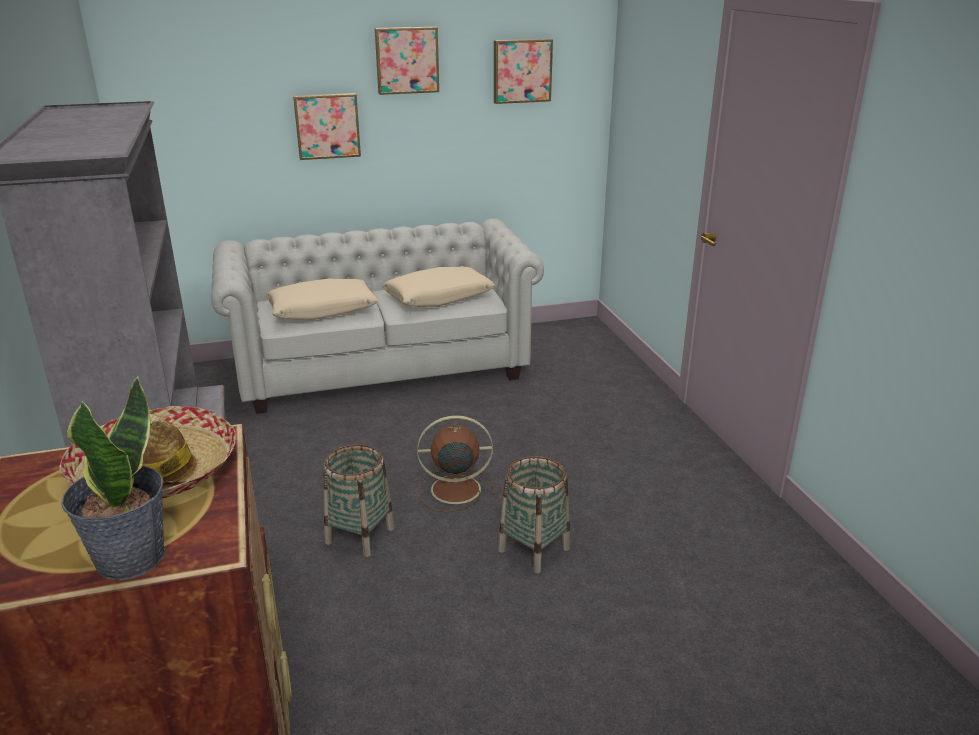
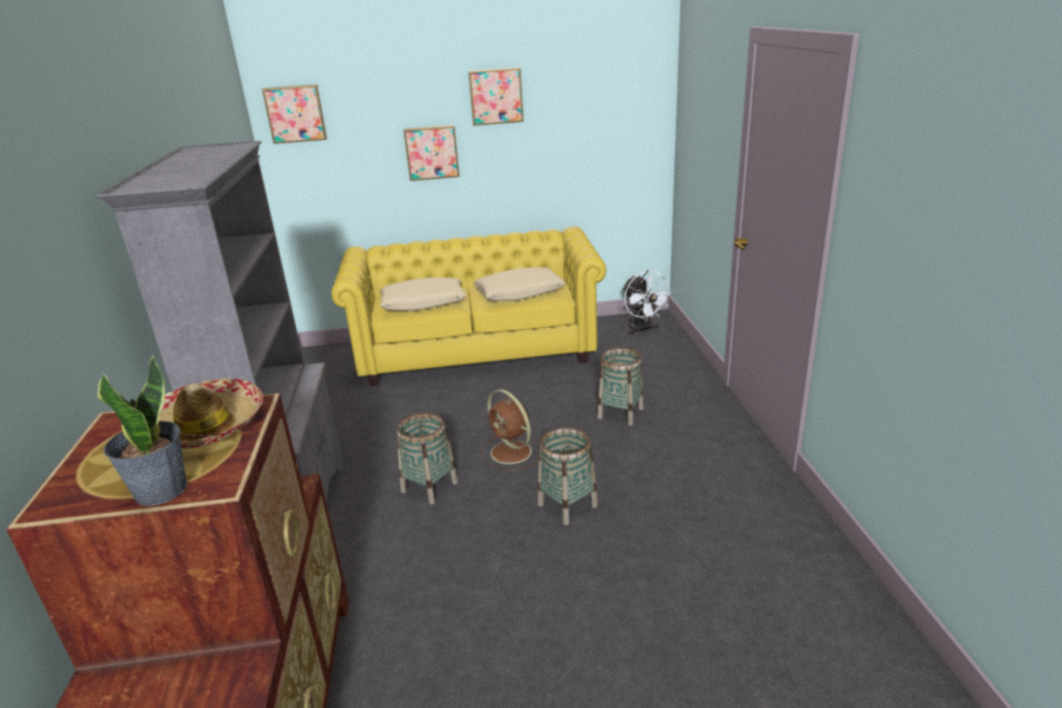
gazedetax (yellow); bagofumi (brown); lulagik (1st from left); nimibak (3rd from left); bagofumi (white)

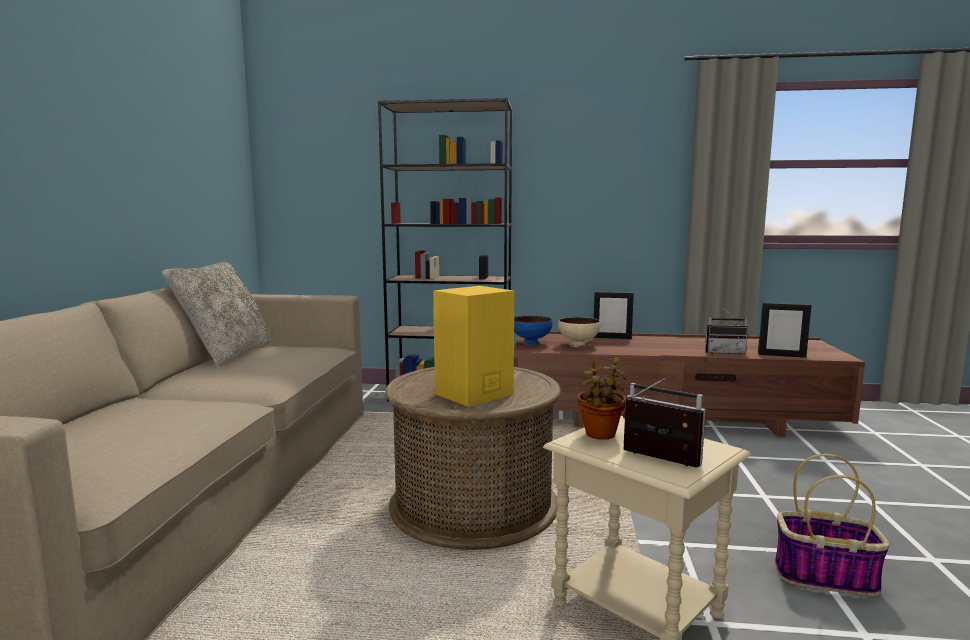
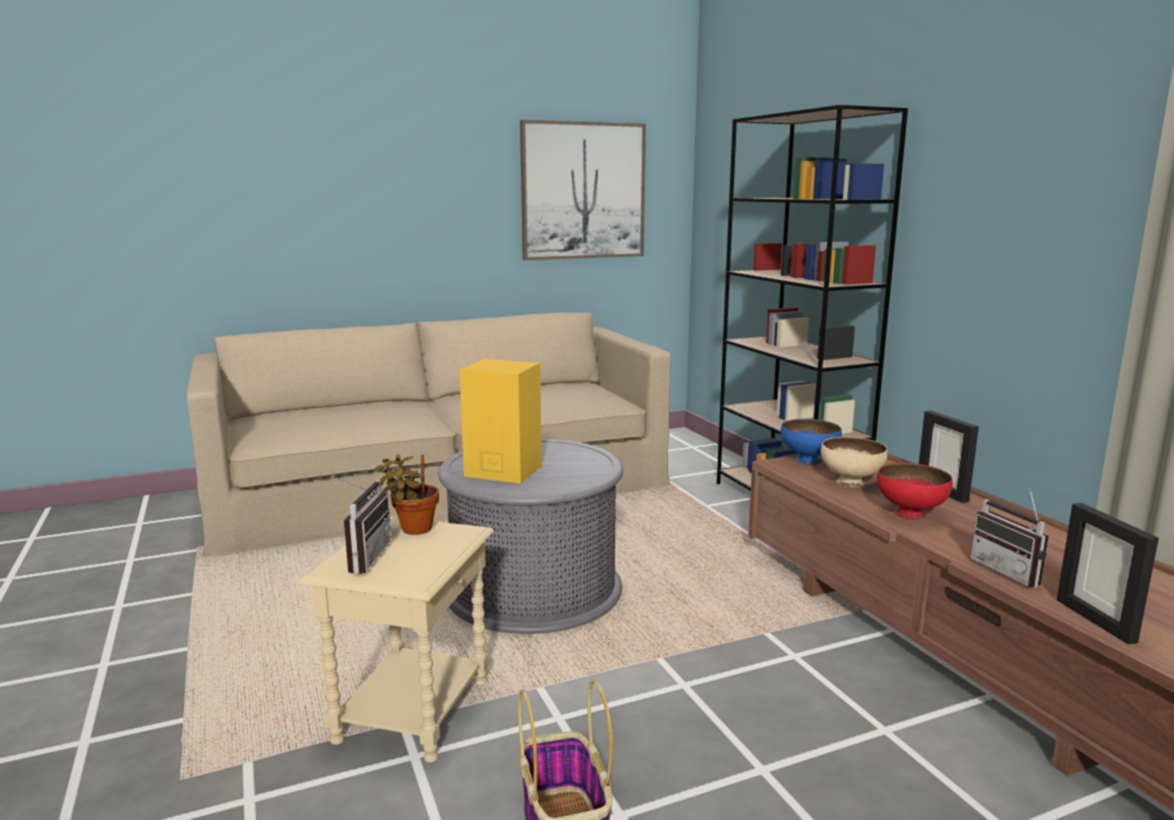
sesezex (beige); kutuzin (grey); lulagik; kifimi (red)

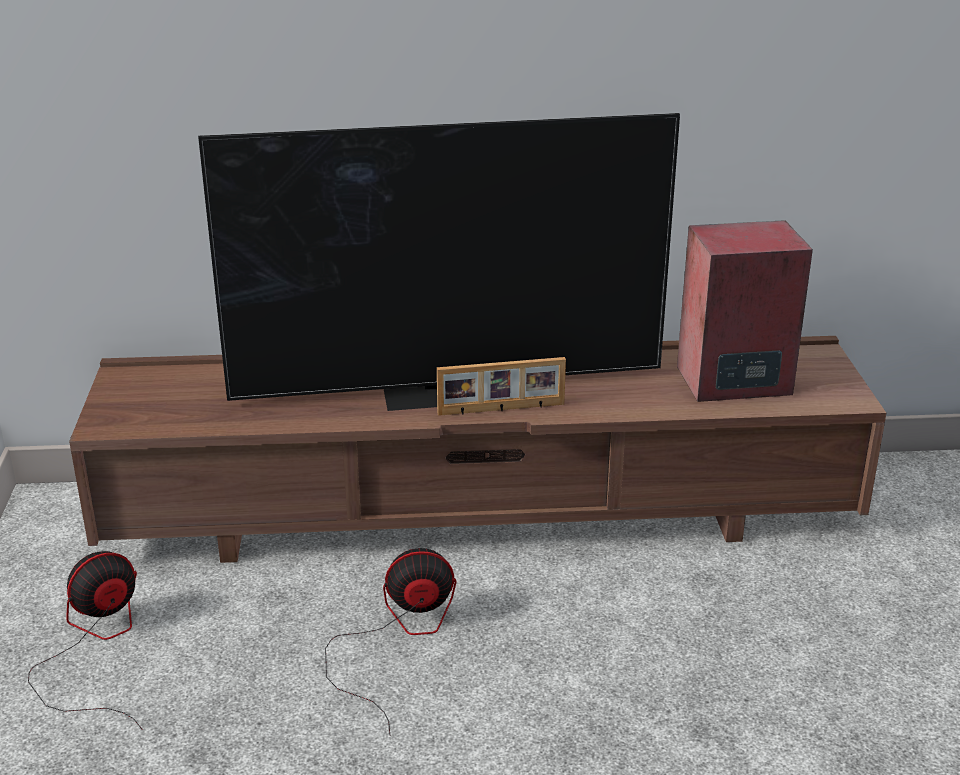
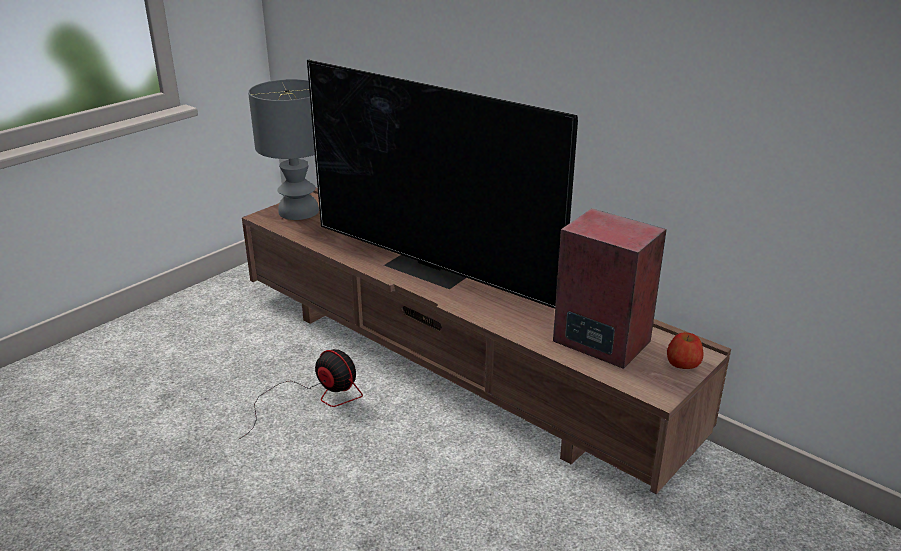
bagofumi (1st from left in the first image); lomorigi; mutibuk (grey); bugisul

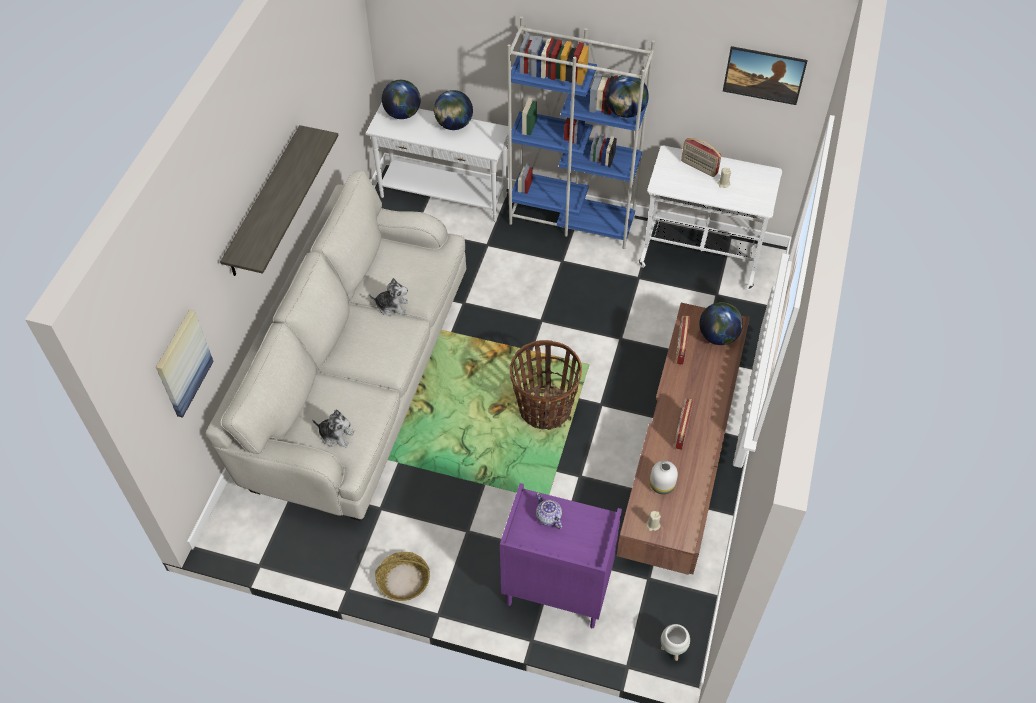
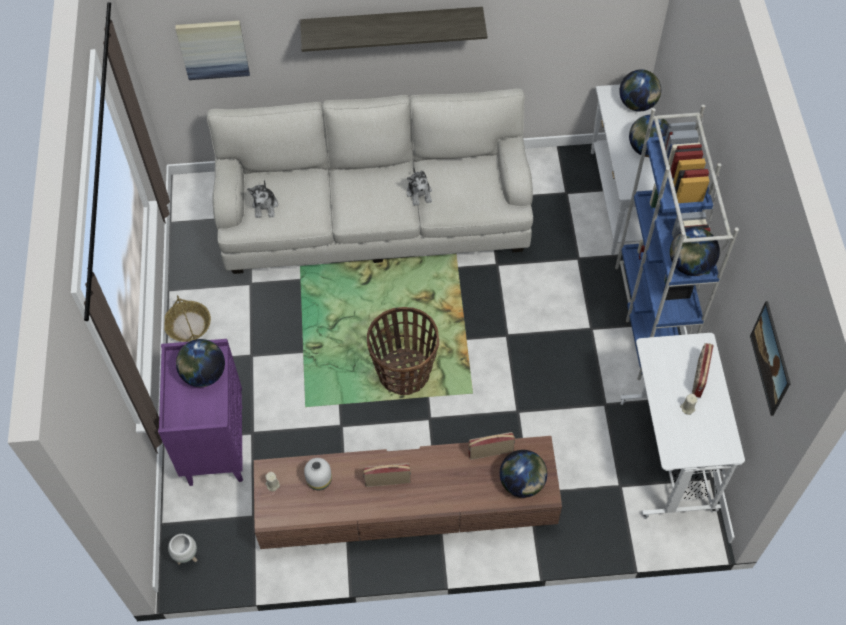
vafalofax (1st from left)

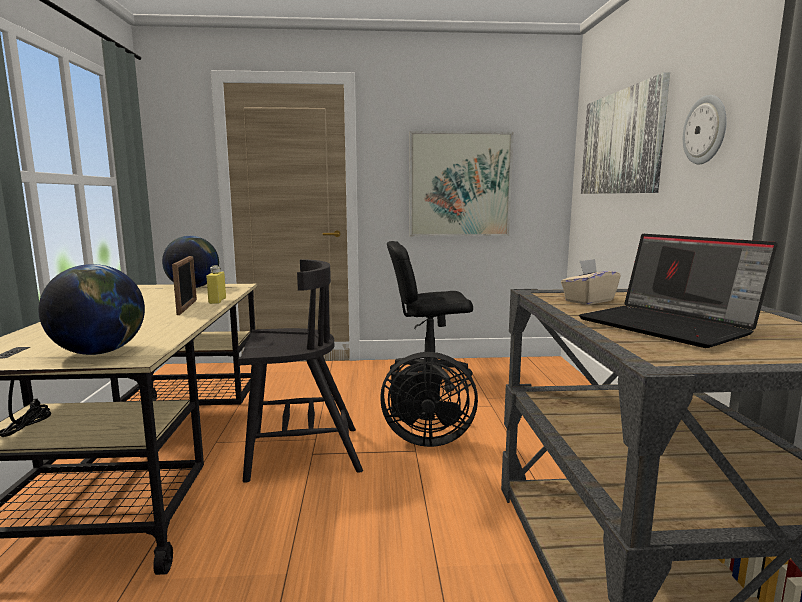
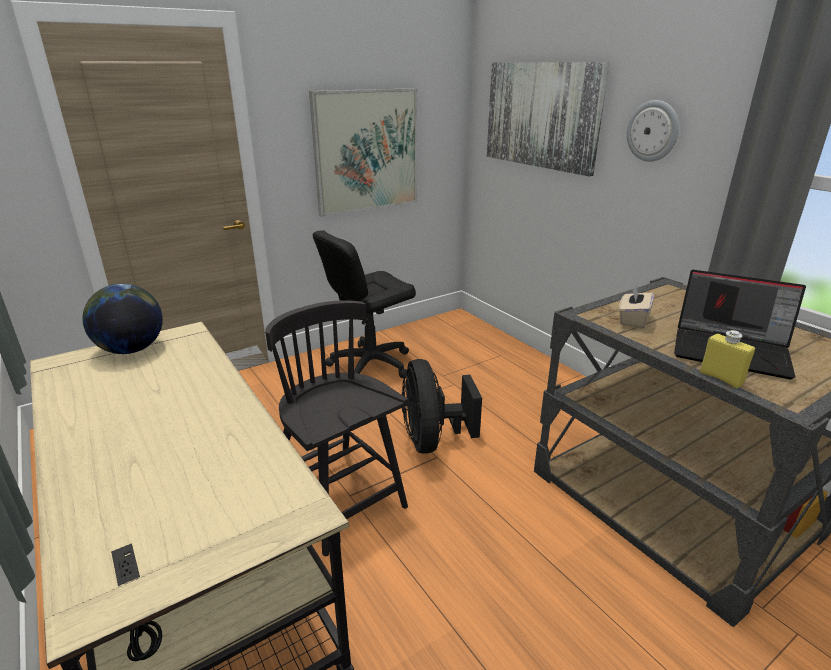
vafalofax (1st from left in the first image); lomorigi; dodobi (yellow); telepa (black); bagofumi (black)

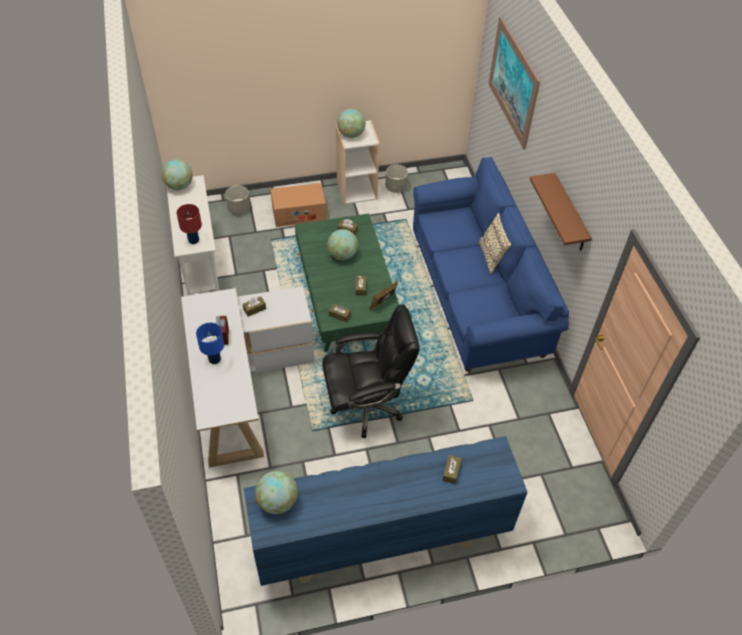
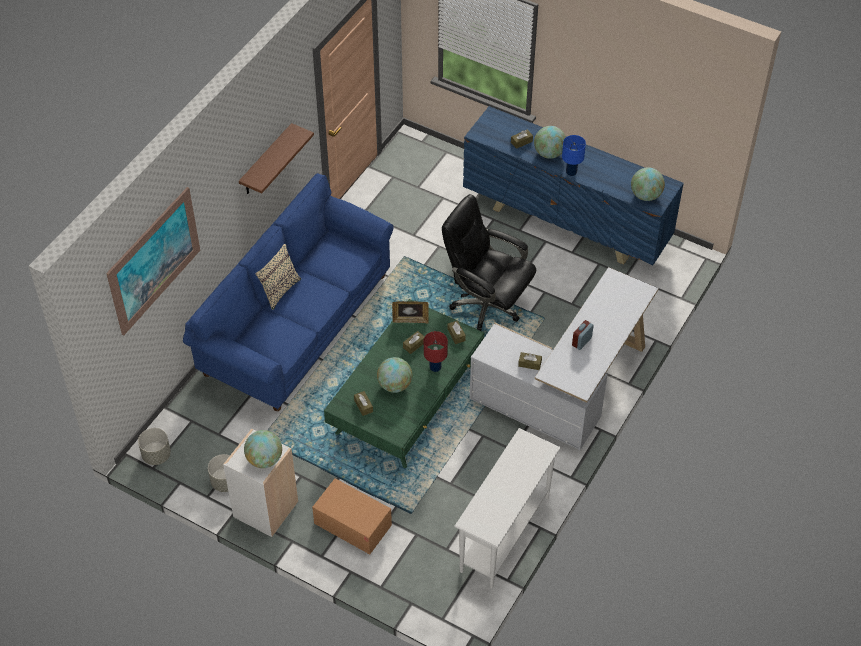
vafalofax (3rd from left); mutibuk (red); mutibuk (blue); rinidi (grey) (1st from left)

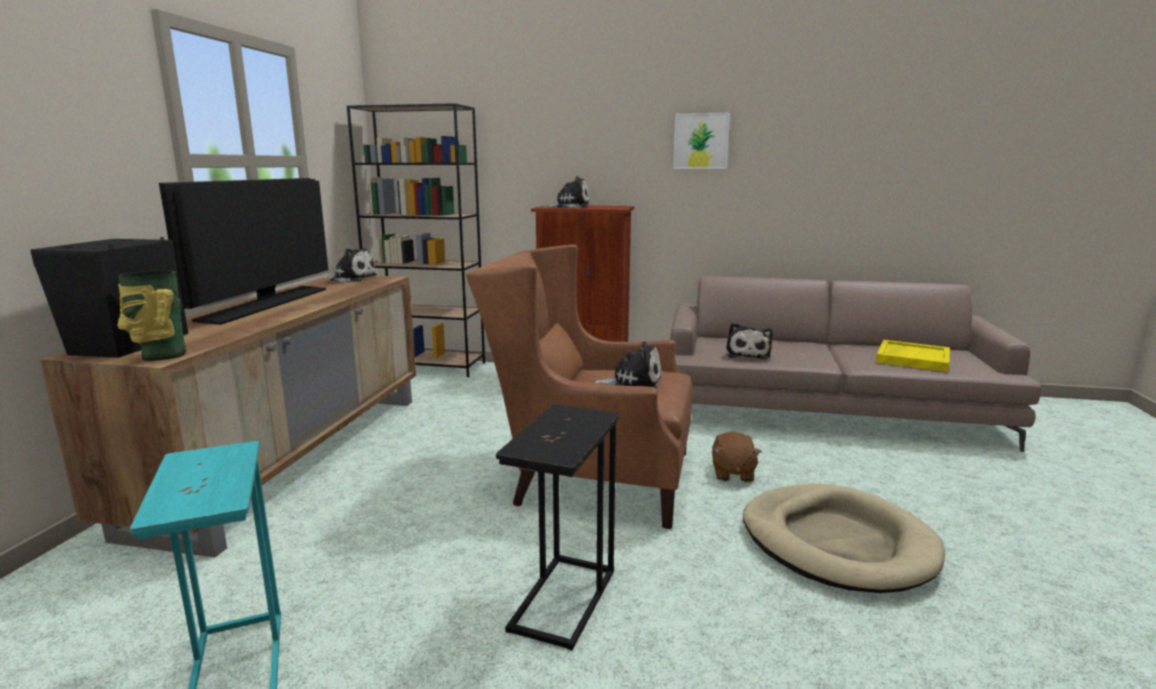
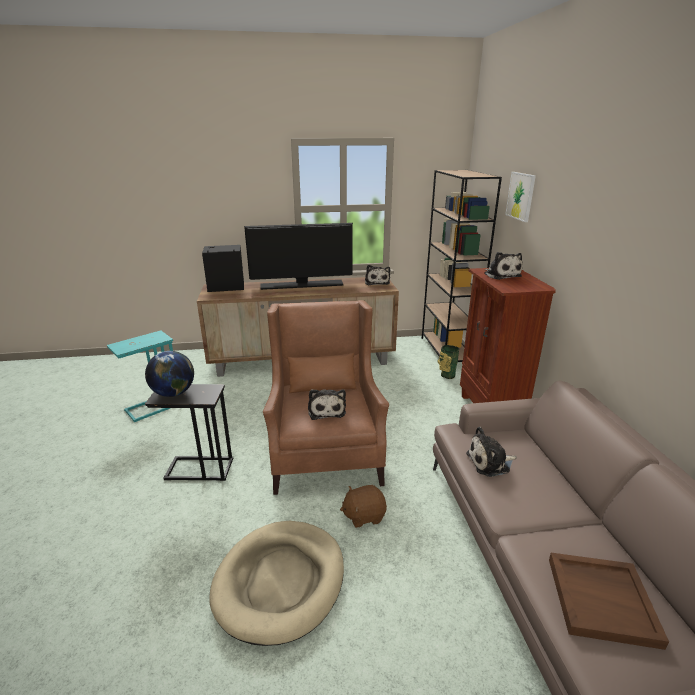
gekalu; lulagik; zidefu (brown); vafalofax

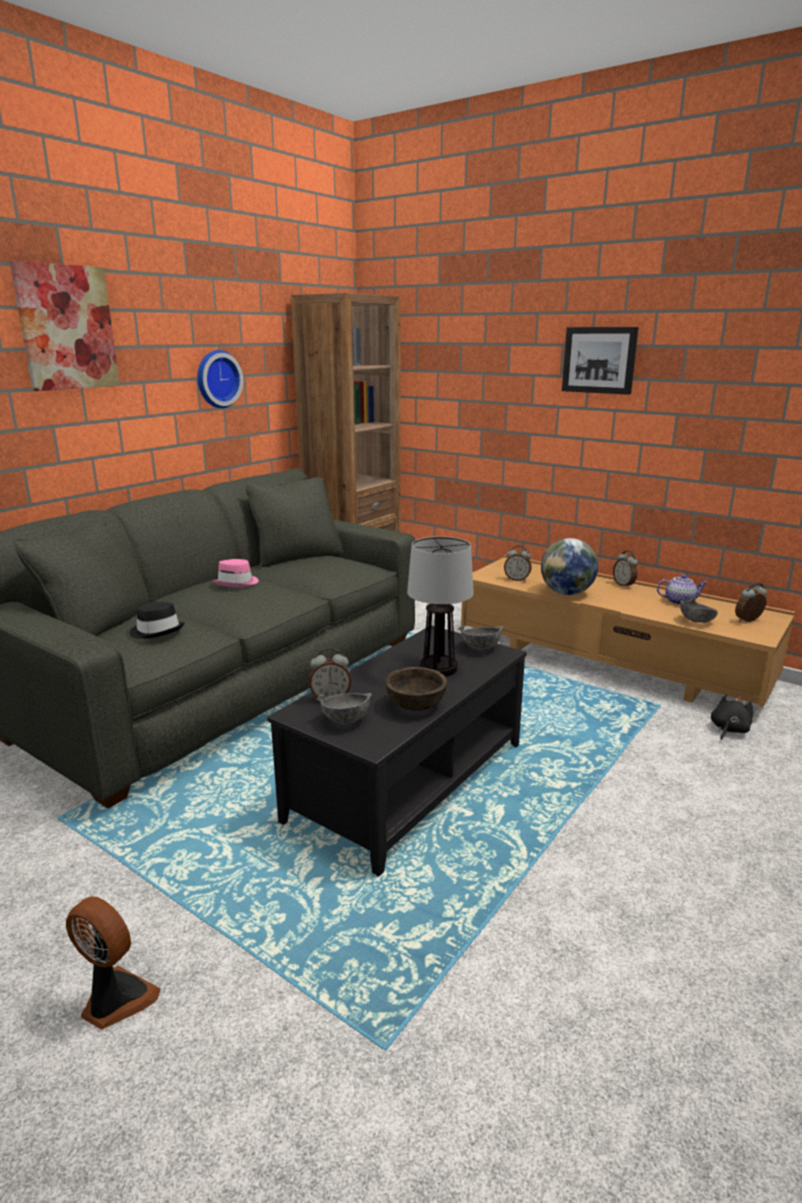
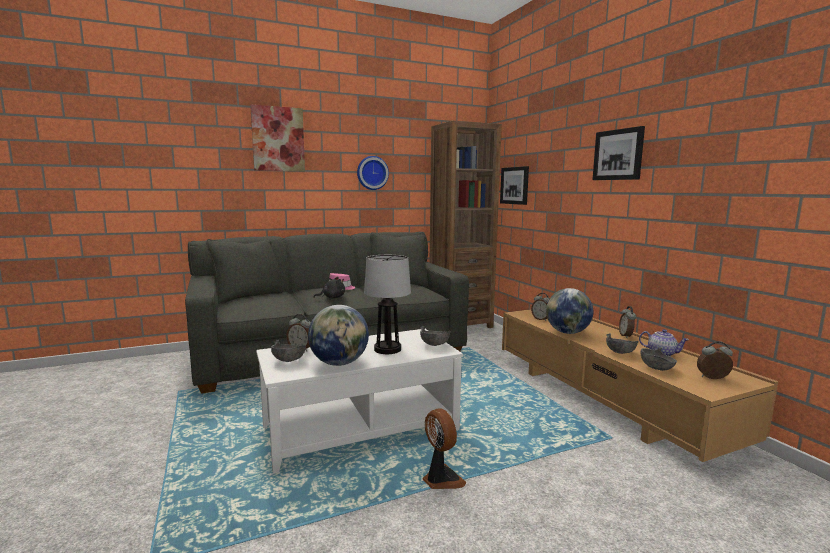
bagofumi; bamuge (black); kutuzin (white); vafalofax (1st from left); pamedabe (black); lulagik (2nd from left); kifimi (grey) (3rd from left)

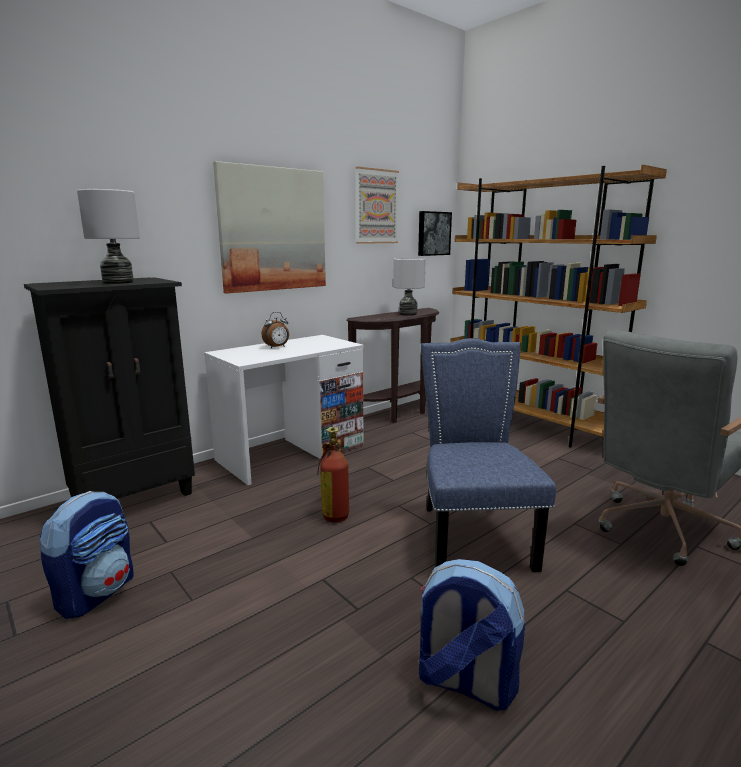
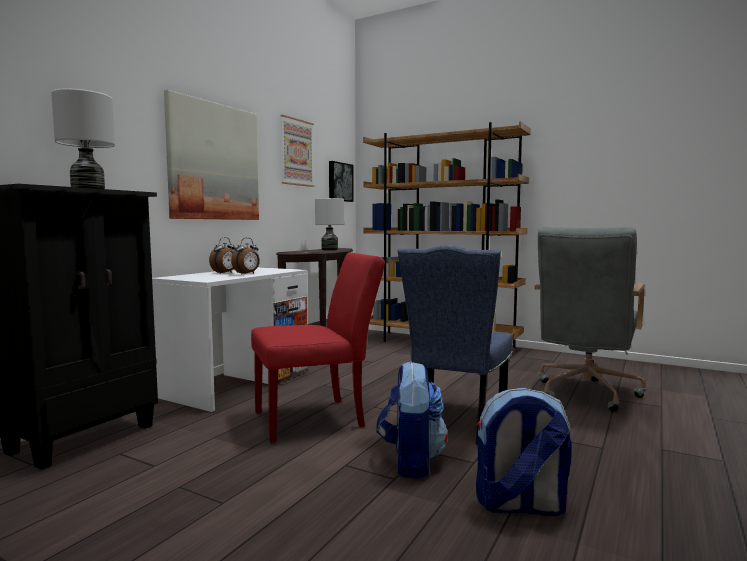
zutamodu (1st from left); telepa (red); telepa (blue); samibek (2nd from left)

